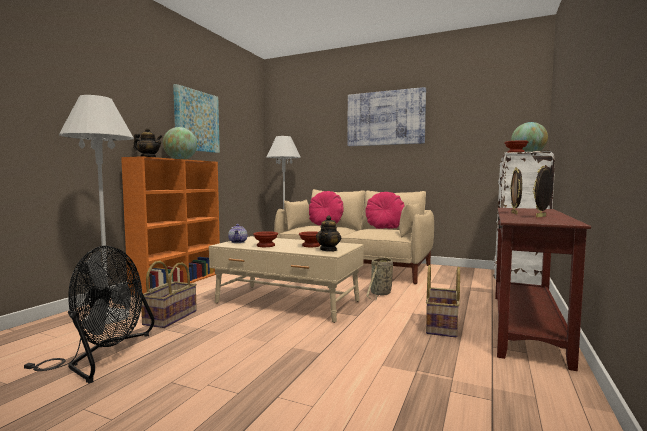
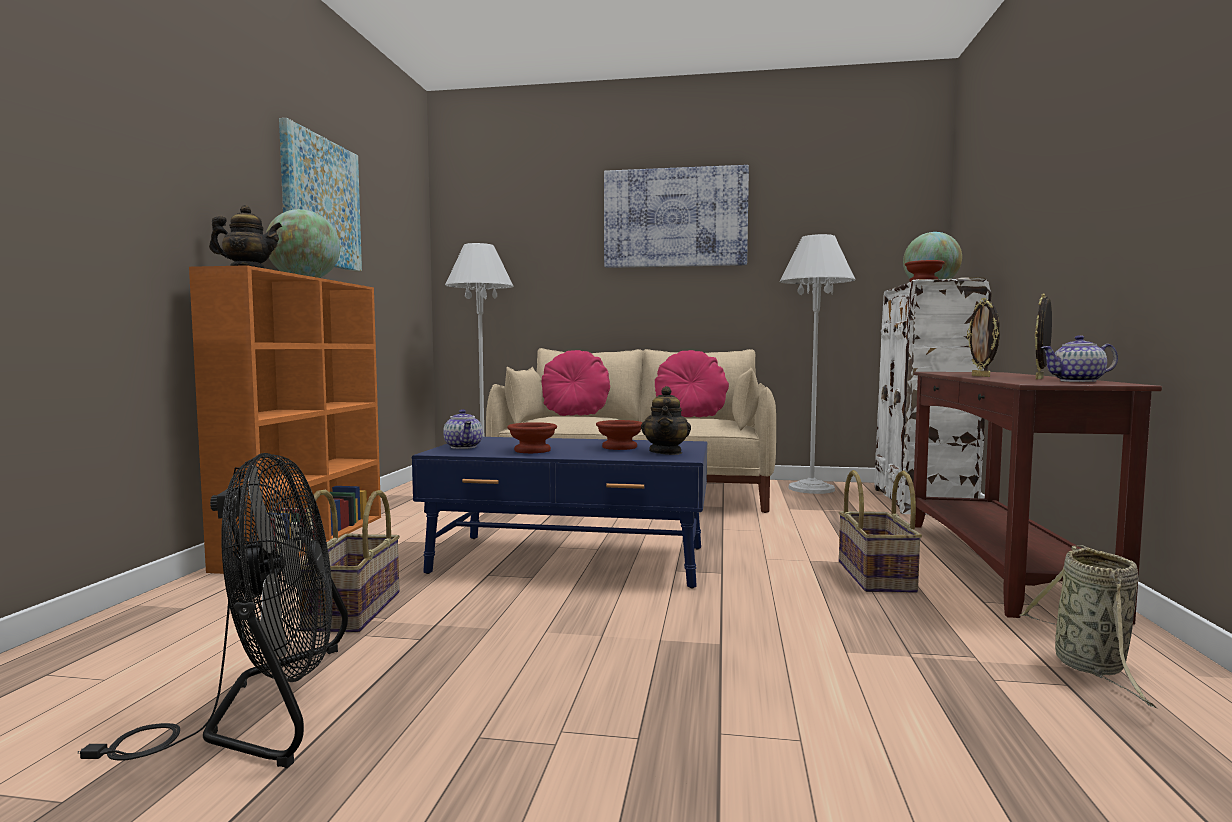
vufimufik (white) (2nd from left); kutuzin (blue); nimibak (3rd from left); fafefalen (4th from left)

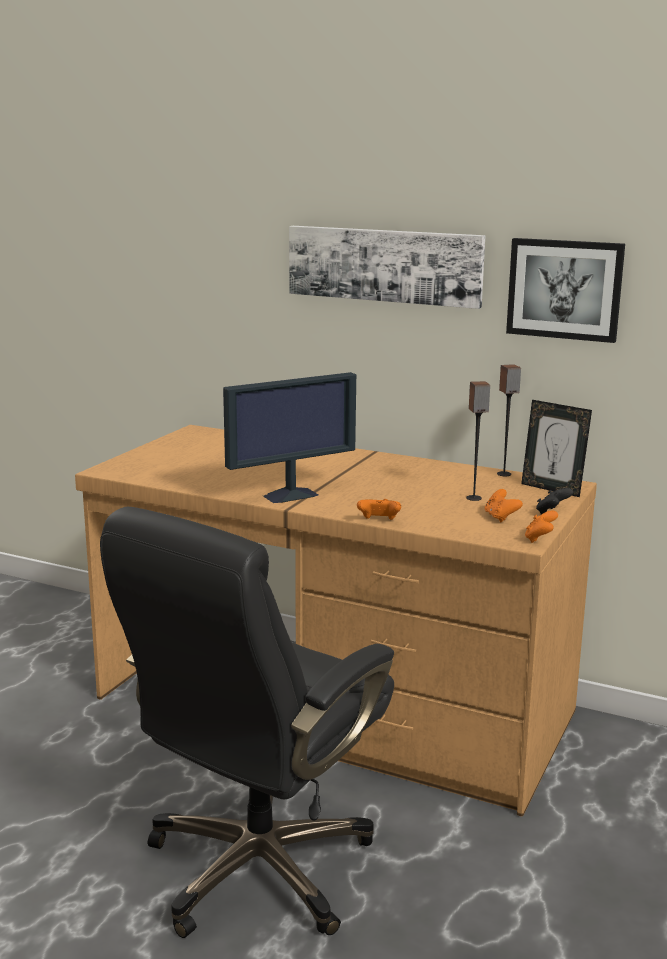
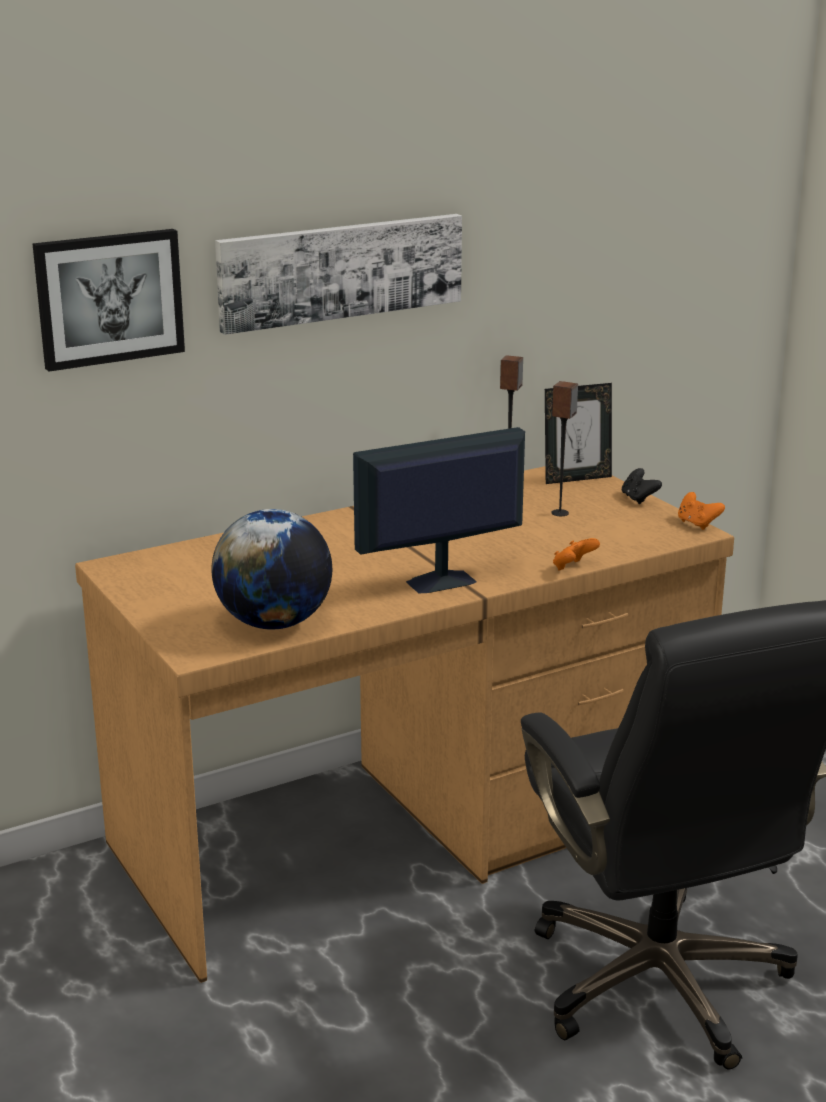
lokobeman; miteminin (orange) (2nd from left in the first image); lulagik (1st from left); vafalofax

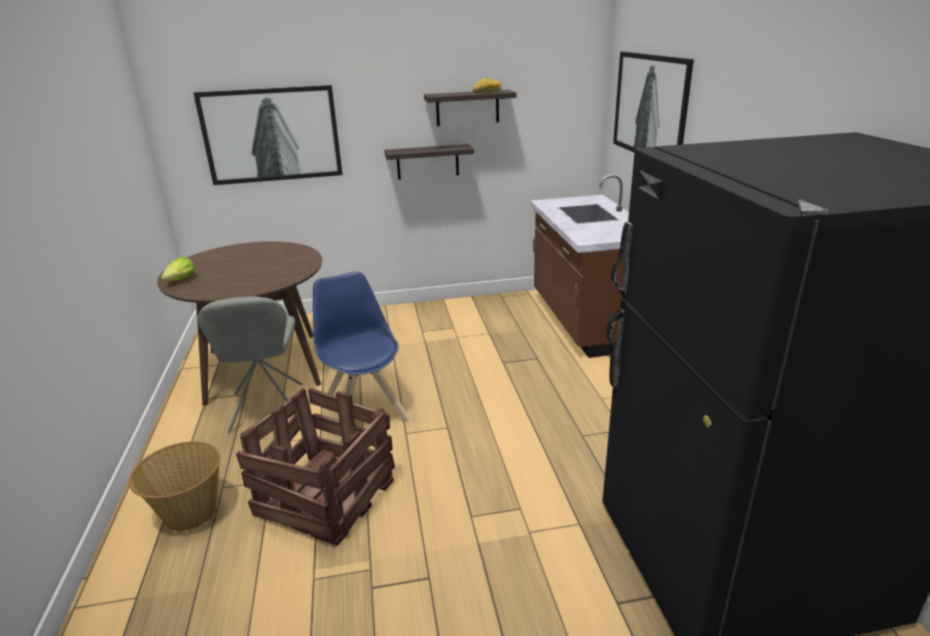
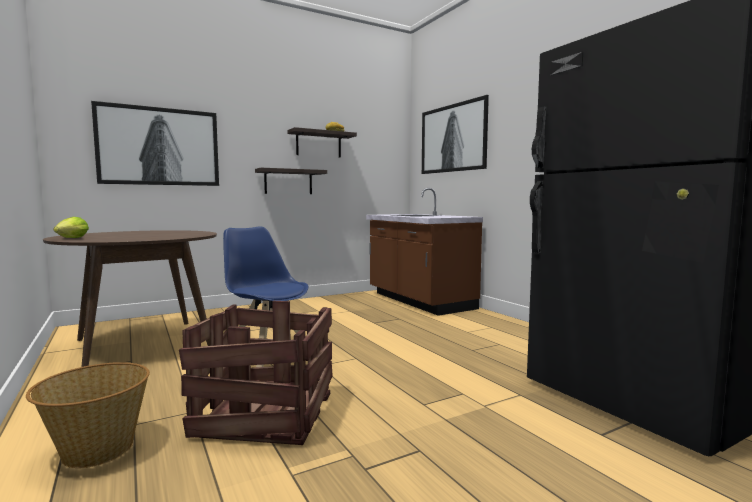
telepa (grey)

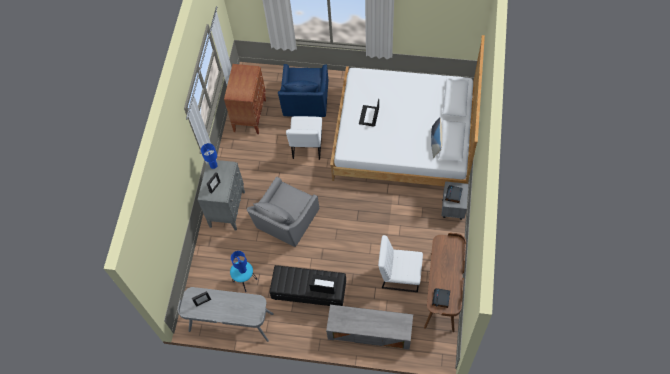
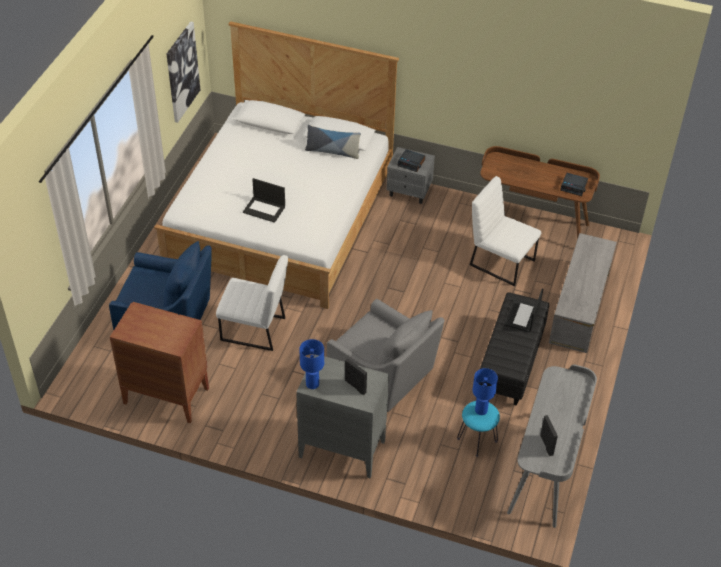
telepa (white) (2nd from left); lulagik

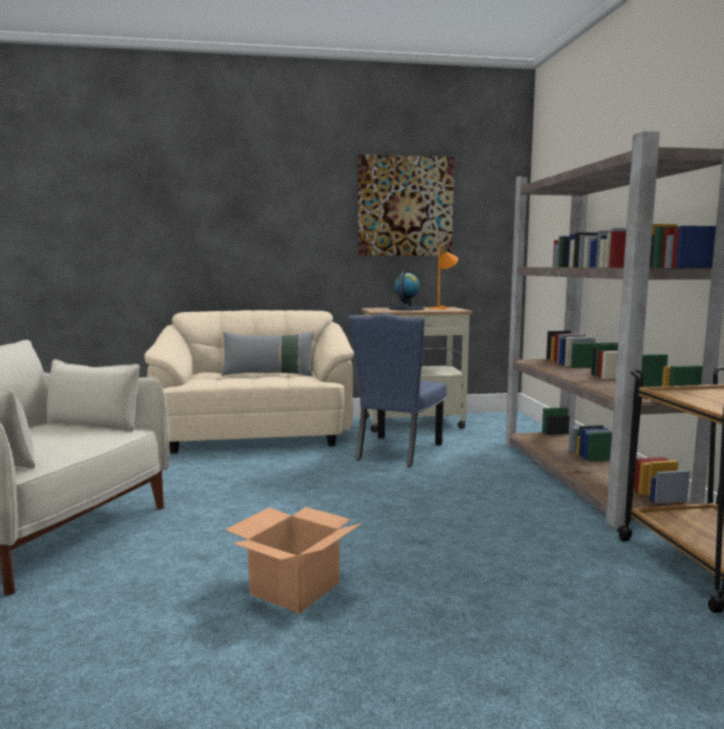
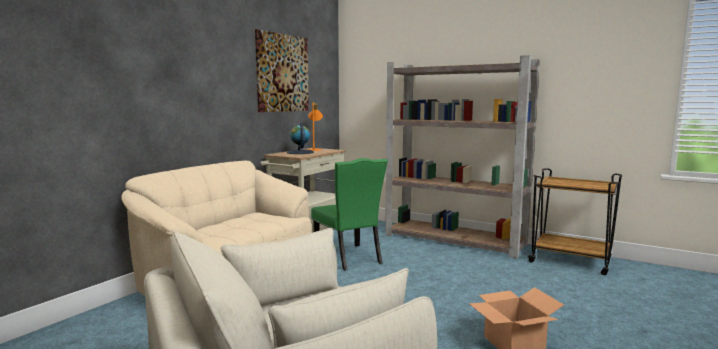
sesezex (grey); telepa (green)

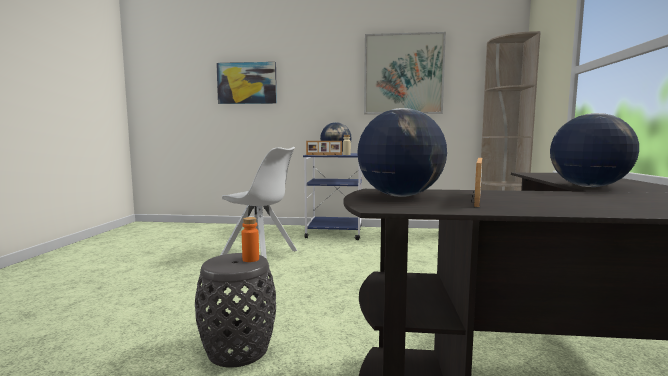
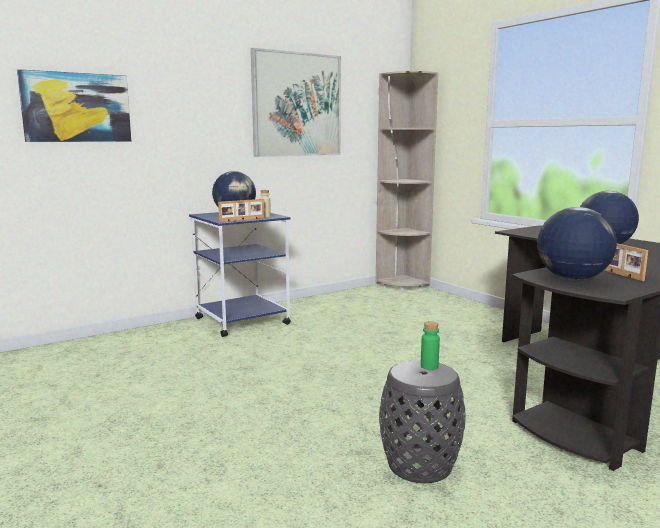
telepa (white); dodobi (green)

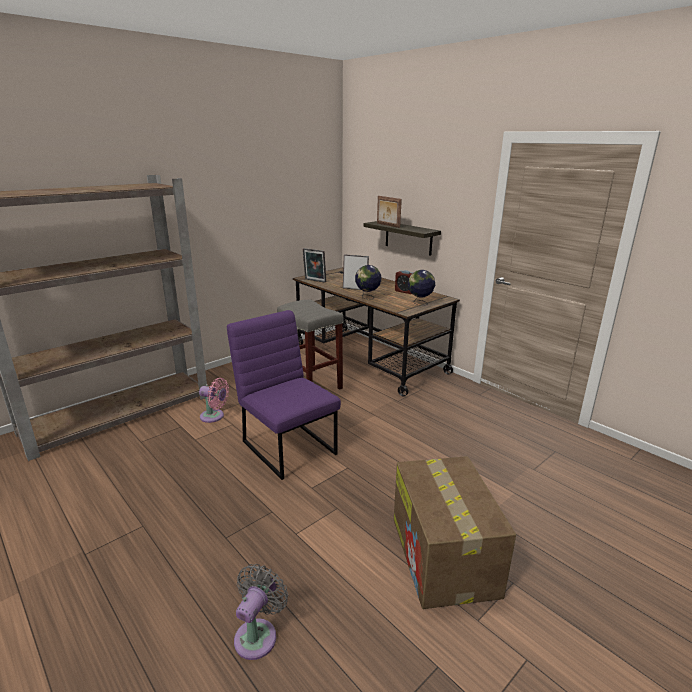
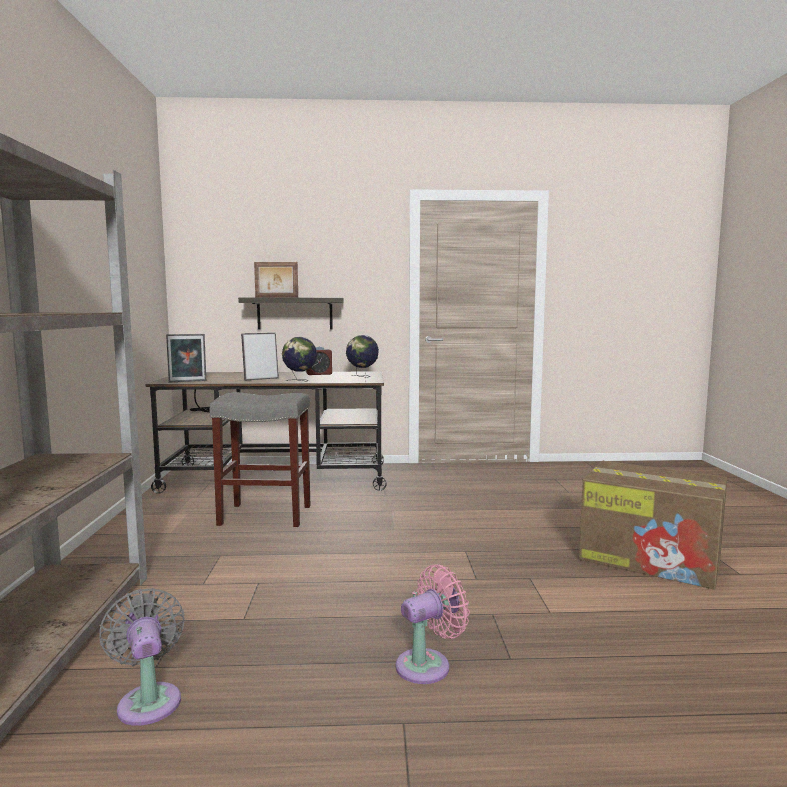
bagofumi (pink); telepa (purple); bagofumi (grey)

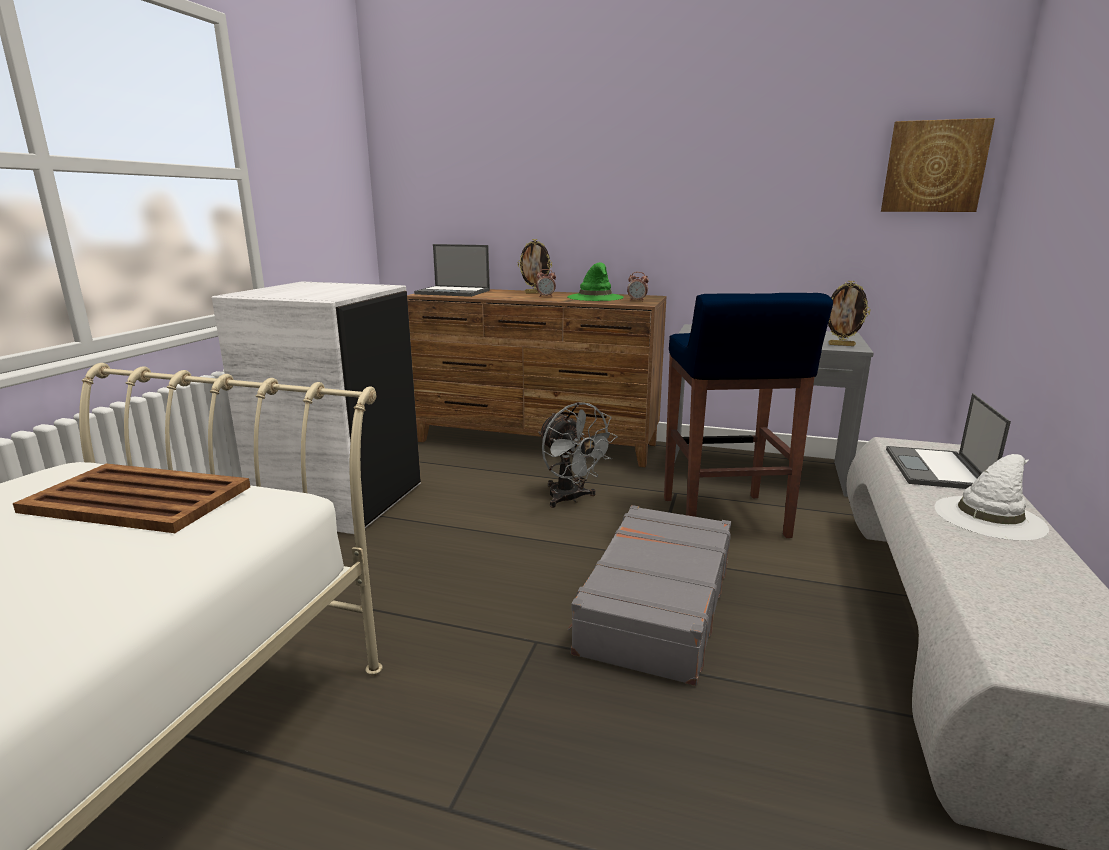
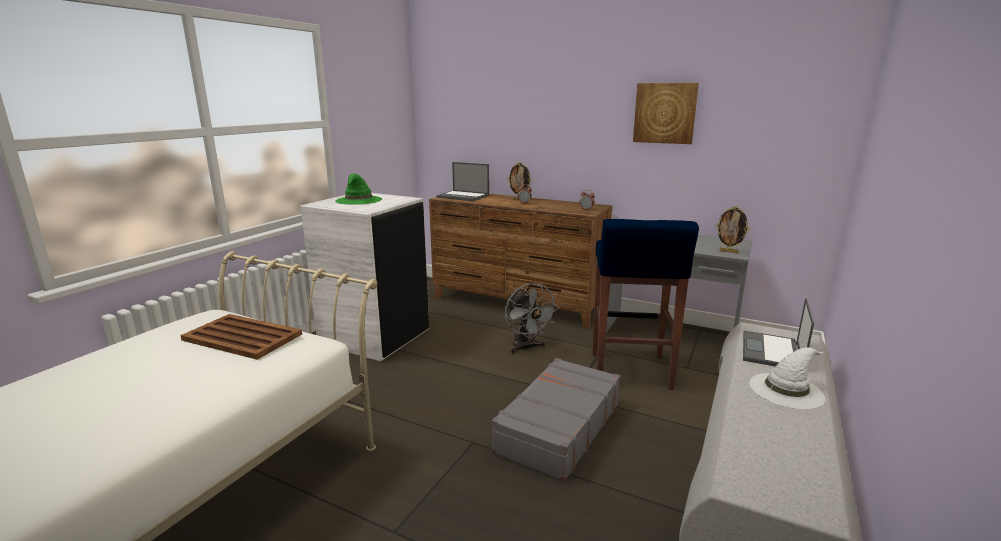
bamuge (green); lulagik

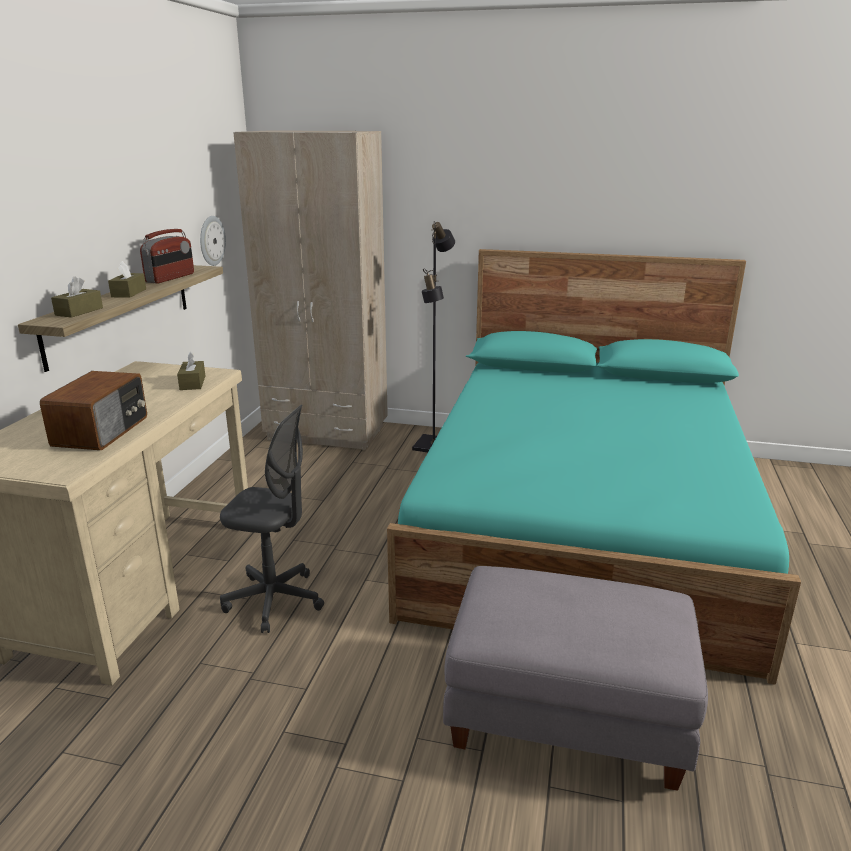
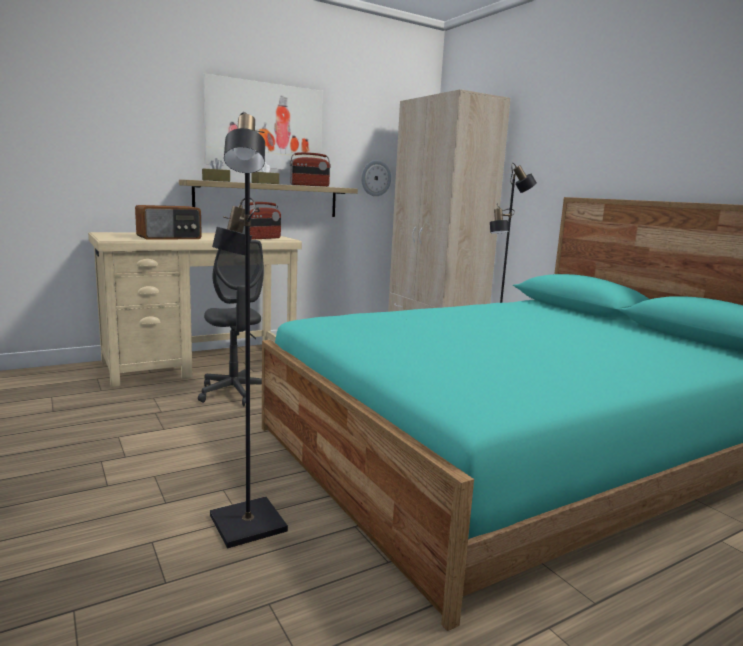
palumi (2nd from left); vufimufik (black) (1st from left); lulagik

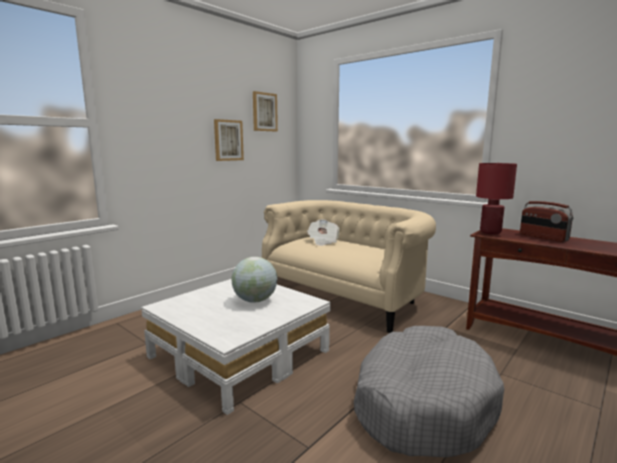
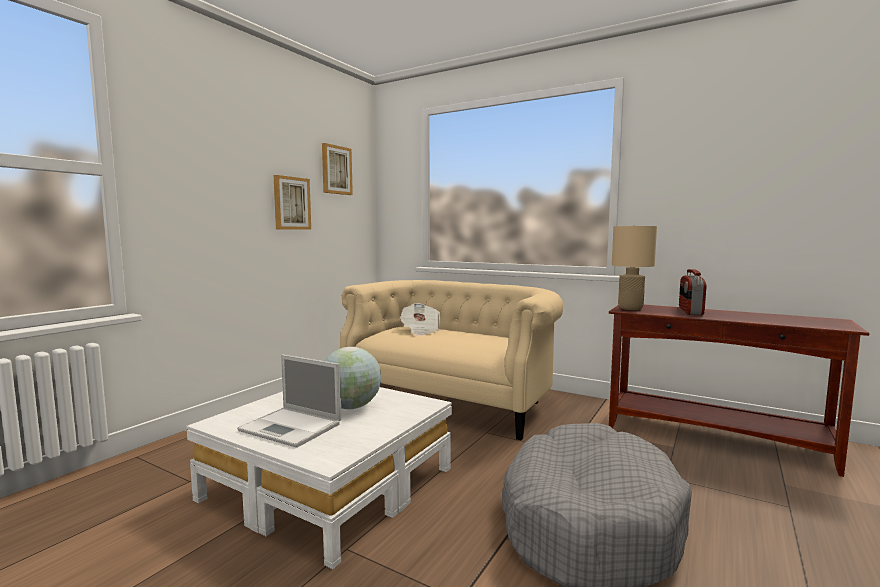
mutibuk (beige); palumi; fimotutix

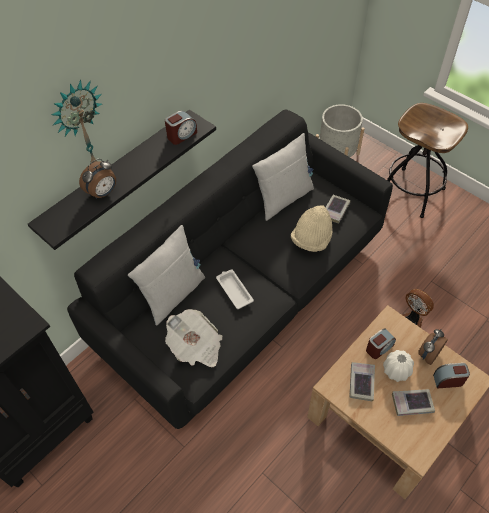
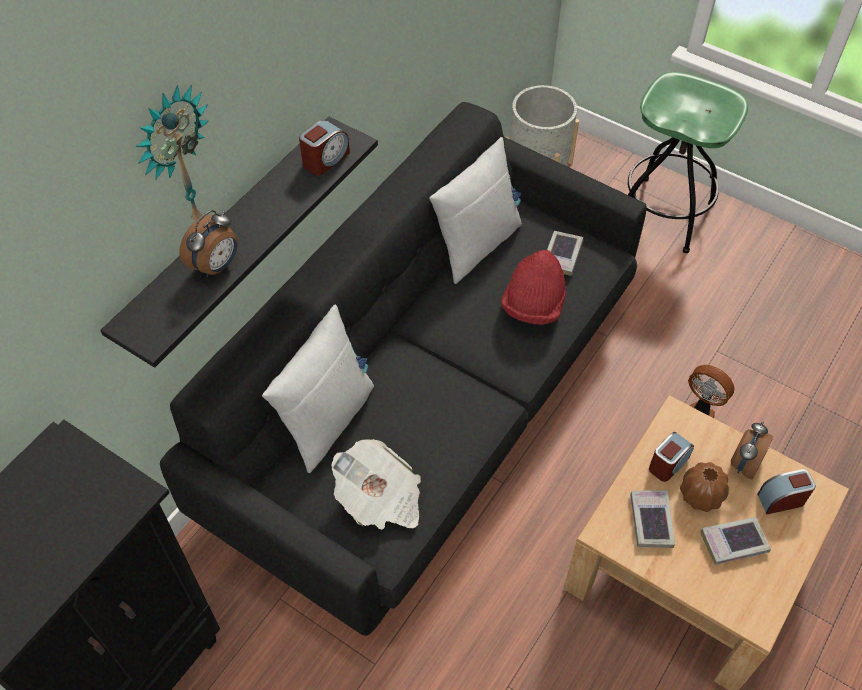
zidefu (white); bamuge (red); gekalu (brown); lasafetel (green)

